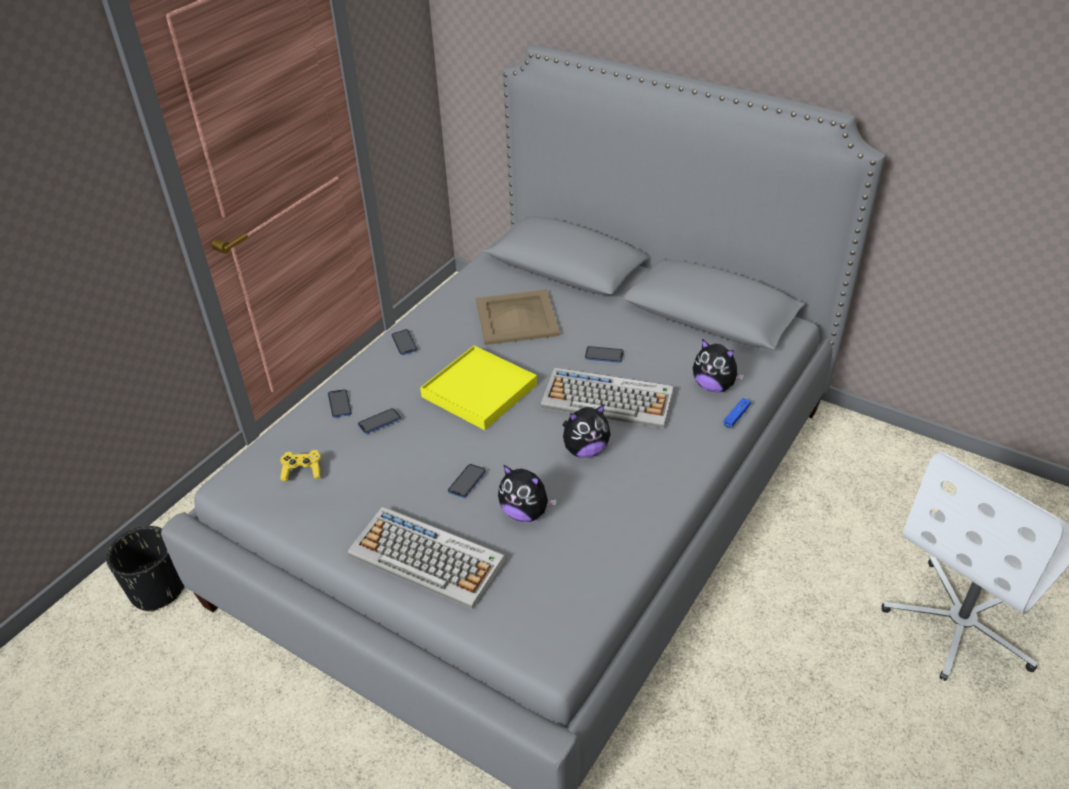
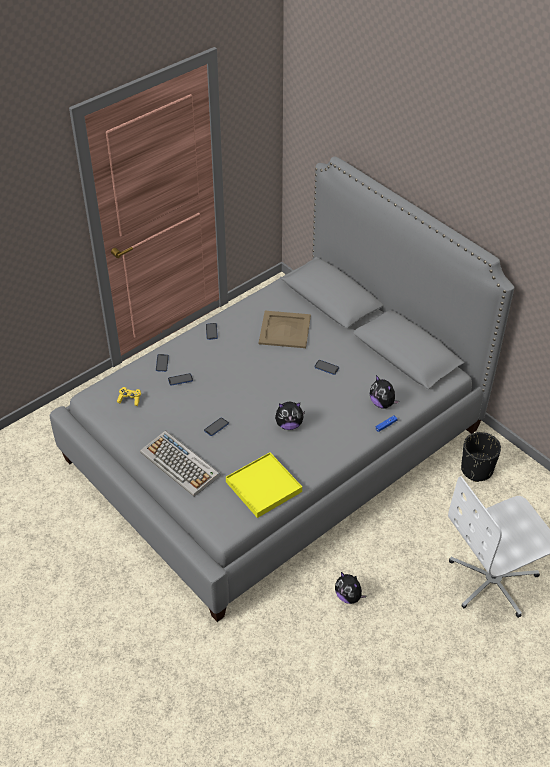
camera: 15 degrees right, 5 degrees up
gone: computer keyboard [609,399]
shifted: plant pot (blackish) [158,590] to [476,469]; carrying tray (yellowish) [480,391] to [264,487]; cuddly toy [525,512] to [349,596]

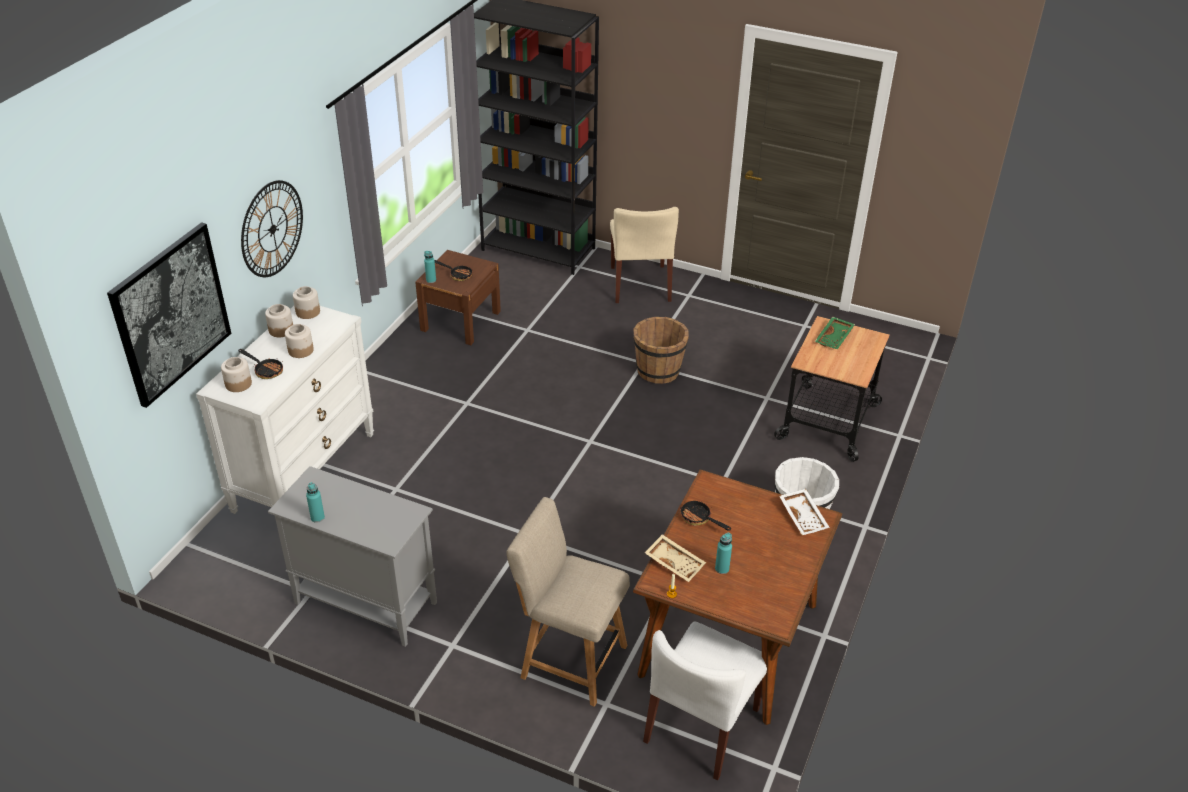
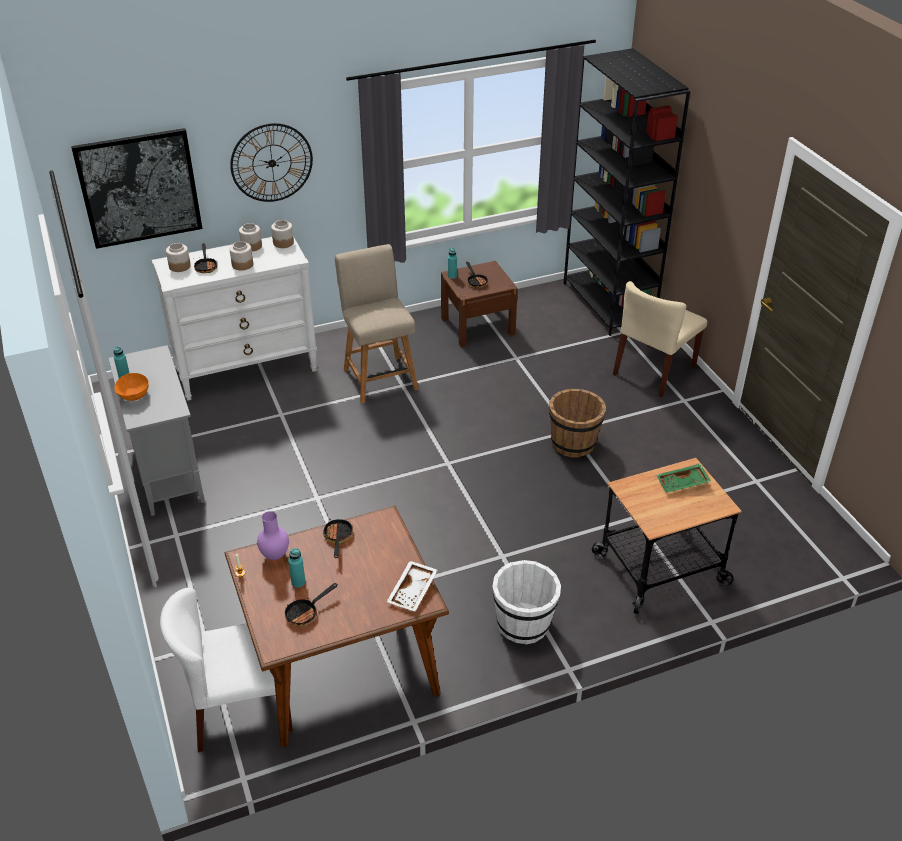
camera: 45 degrees right, 0 degrees up
new: serving bowl (orange) [133,395]; frying pan [306,613]
shifted: plain chair (beige-coloured) [569,659] to [379,377]
swapped: carrying tray (beige-coloured) [675,562] to decorative vase (purplish) [275,555]

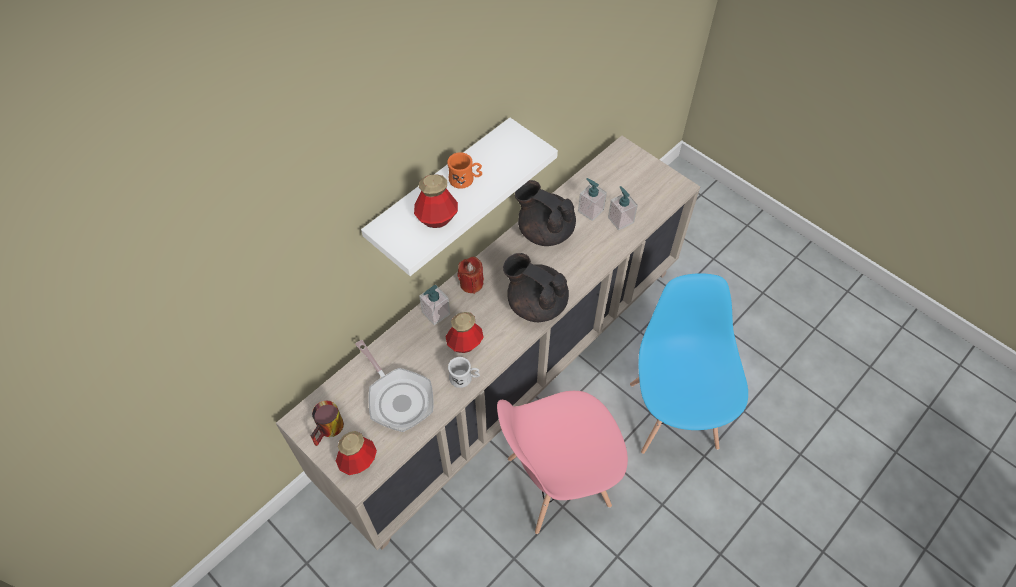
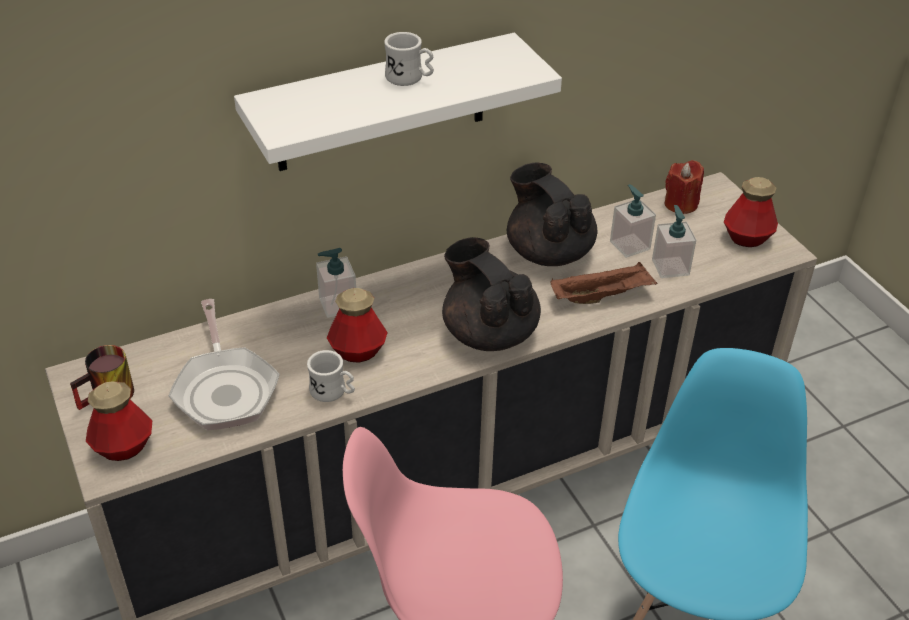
camera: 20 degrees right, 15 degrees down
new: carrying tray (brown-coloured) [602,296]
shifted: drink bottle [437,218] to [747,238]; candle (red-coloured) [471,283] to [680,204]
repainted: tea mug (orange) [465,180] to tea mug (white-coloured) [409,78]

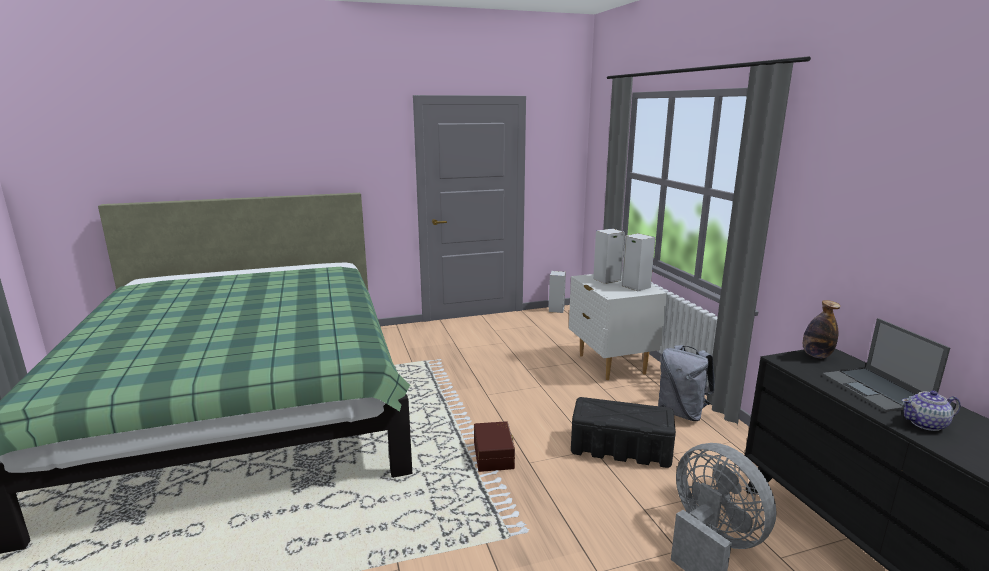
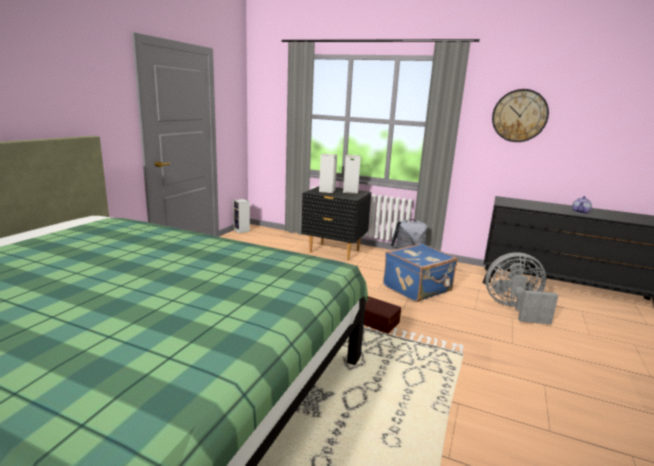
camera: 50 degrees left, 0 degrees up
gone: drink bottle [816,355]; notebook computer [876,390]
new: hanging clock [519,116]
swapped: storage container (blackish) [621,448] to travel case (blue-coloured) [418,289]
repainted: bedside table (white-coloured) [610,364] to bedside table (blackish) [334,251]

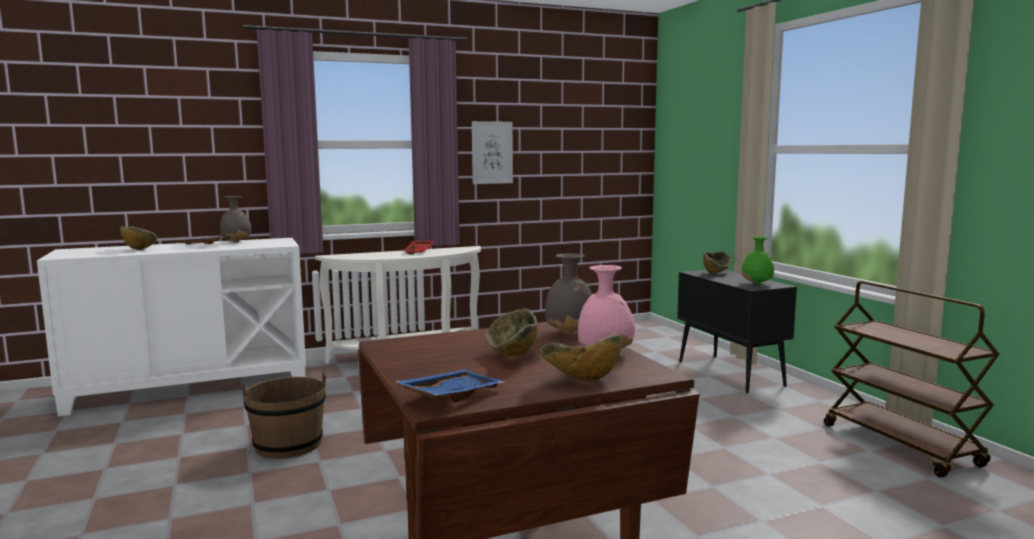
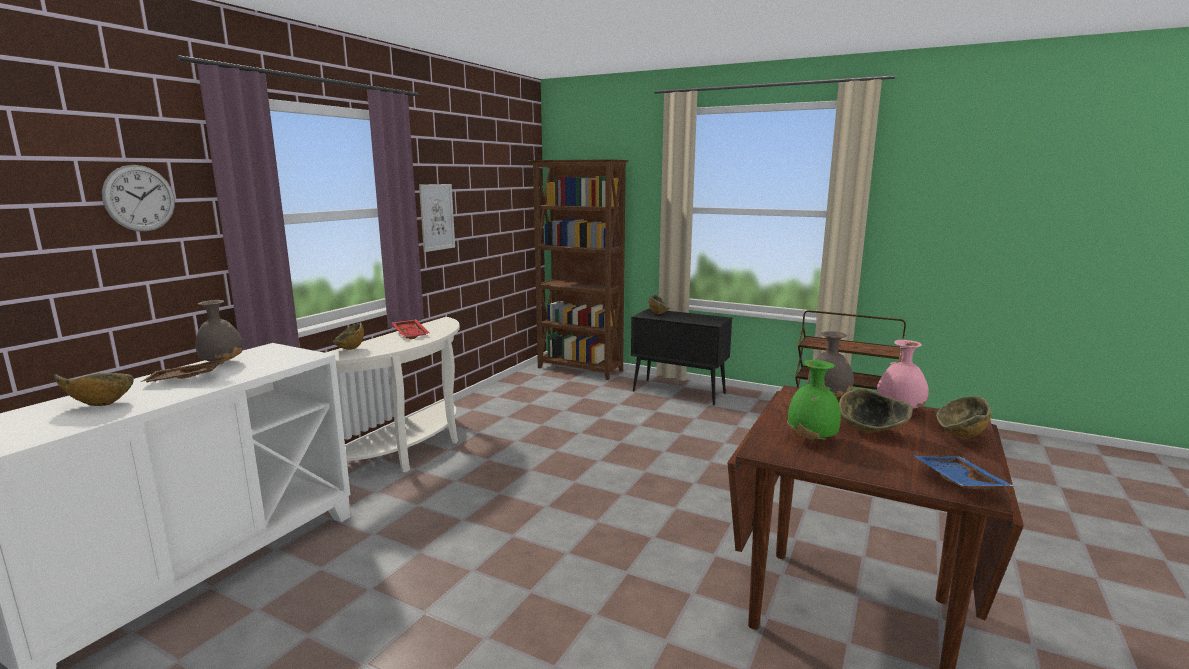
camera: 40 degrees left, 5 degrees up
gone: bucket (brown-coloured) [288,445]
new: hanging clock [139,198]; serving bowl [349,350]; shelving unit (brown-coloured) [580,369]
shifted: decorative vase (green-coloured) [757,284] to [812,439]

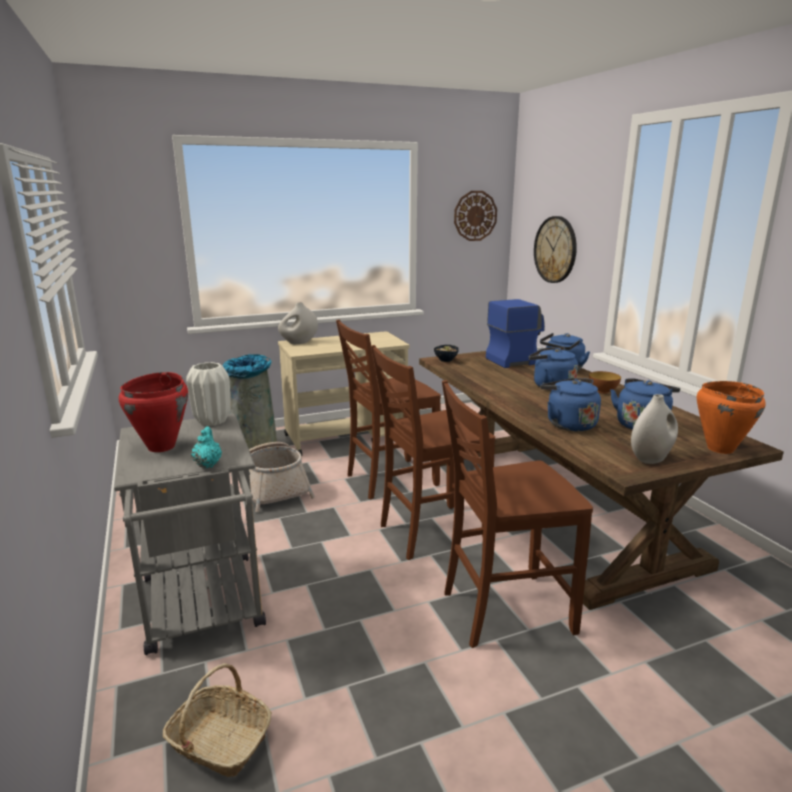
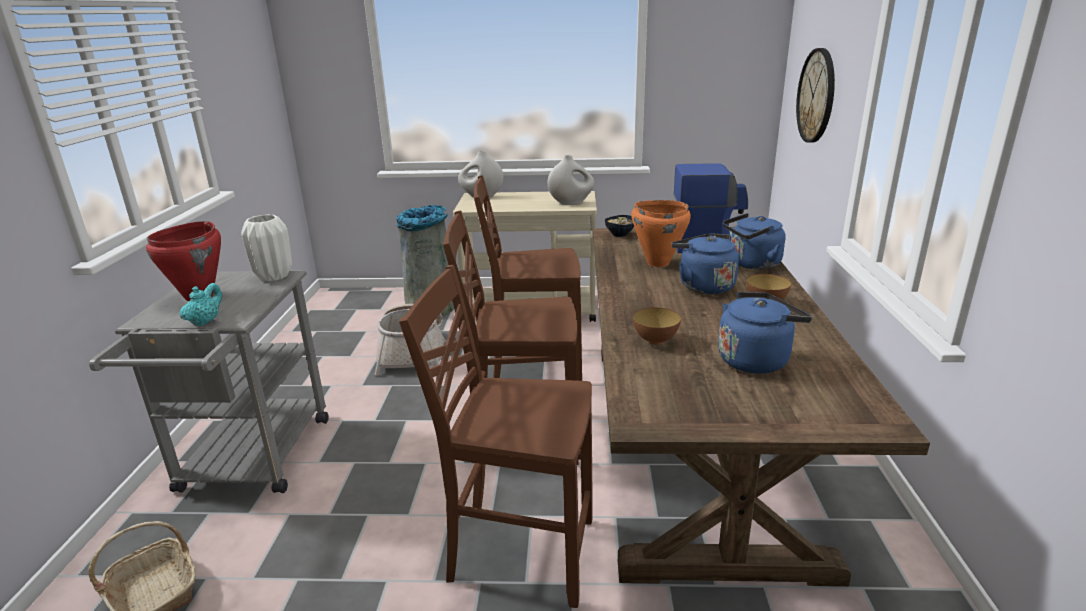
camera: 25 degrees right, 5 degrees up
gone: hanging clock [475,216]
shifted: decorative vase (white-coloured) [650,458] to [571,203]; cooking pot (orange) [719,448] to [657,263]
swapped: tea kettle (blue-coloured) [568,424] to serving bowl [655,341]

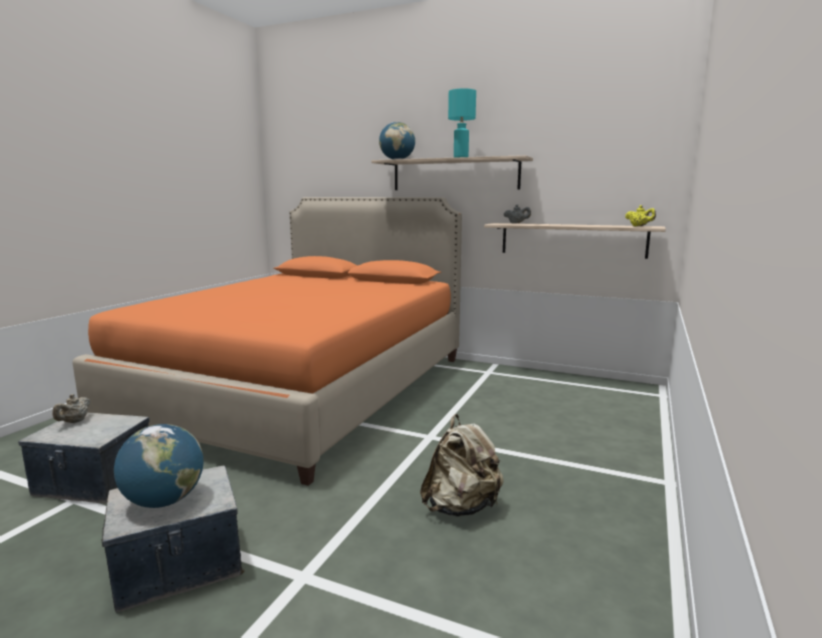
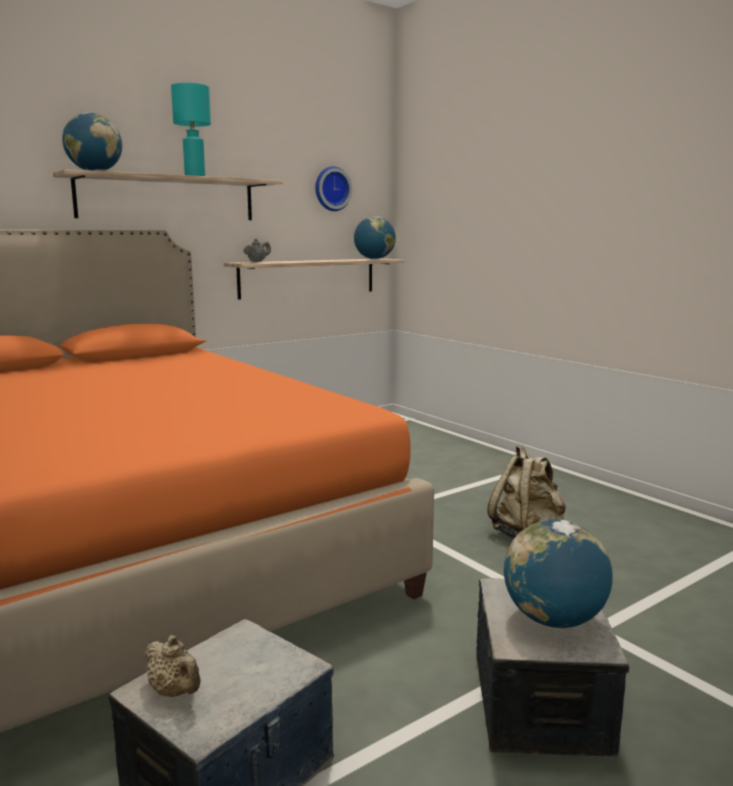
camera: 60 degrees left, 0 degrees up
new: hanging clock [331,189]
swapped: teapot (yellowish) [639,226] to globe [374,259]

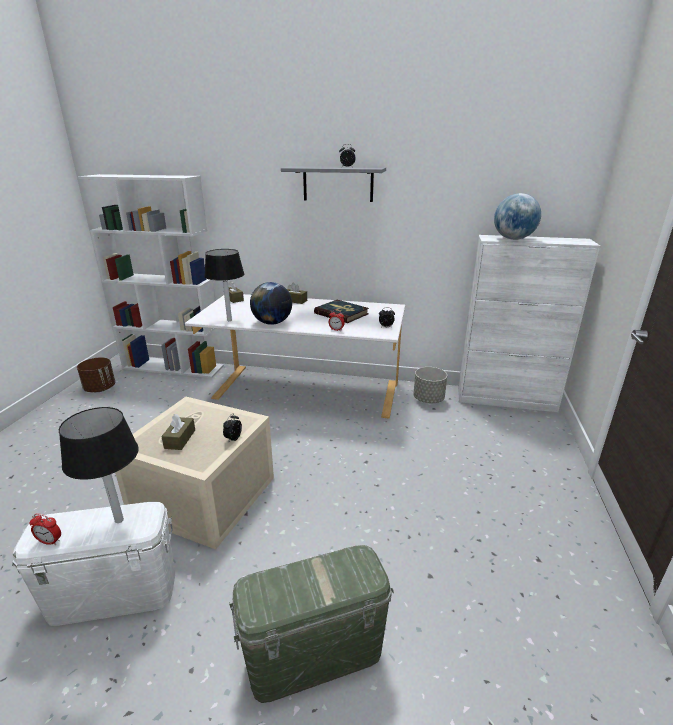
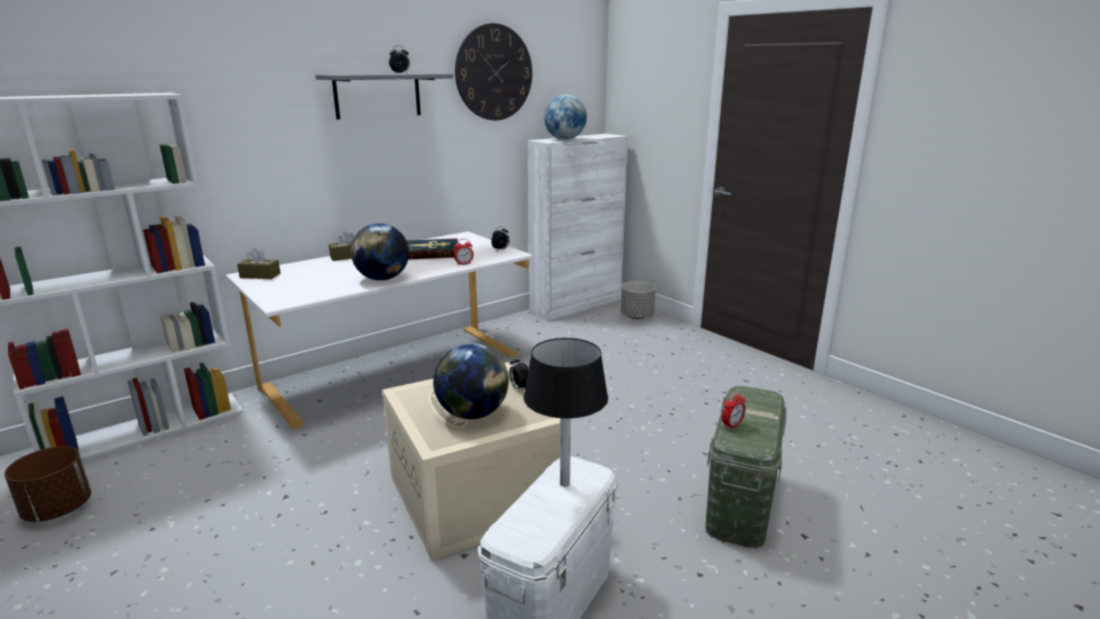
camera: 50 degrees left, 5 degrees down
gone: lamp for a table (blackish) [229,320]
new: hanging clock [494,73]
shifted: alarm clock [50,541] to [732,425]; plant pot (gray) [428,399] to [636,316]
swapped: tissue holder (brown-coloured) [180,439] to globe [473,414]

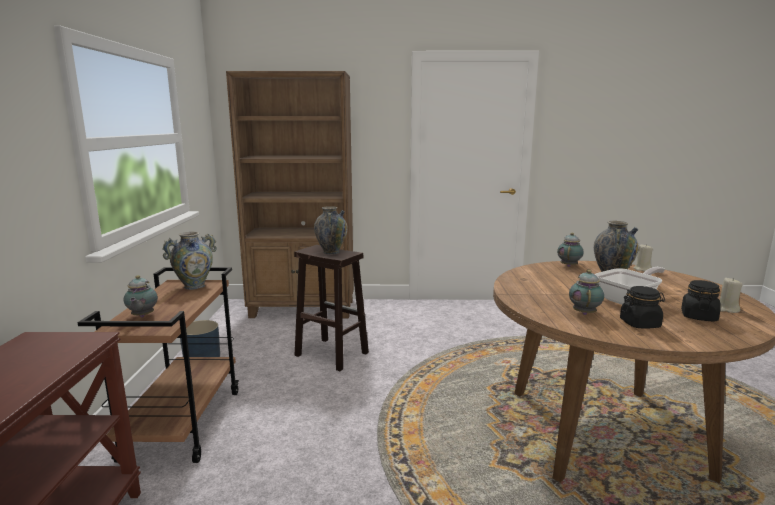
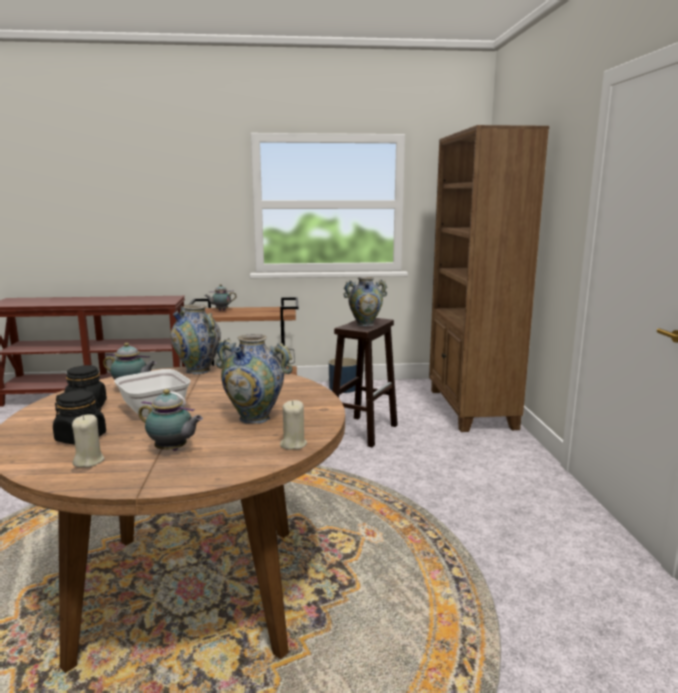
camera: 85 degrees right, 0 degrees up
shifted: decorative vase [194,286] to [198,370]; teapot [569,266] to [172,450]

